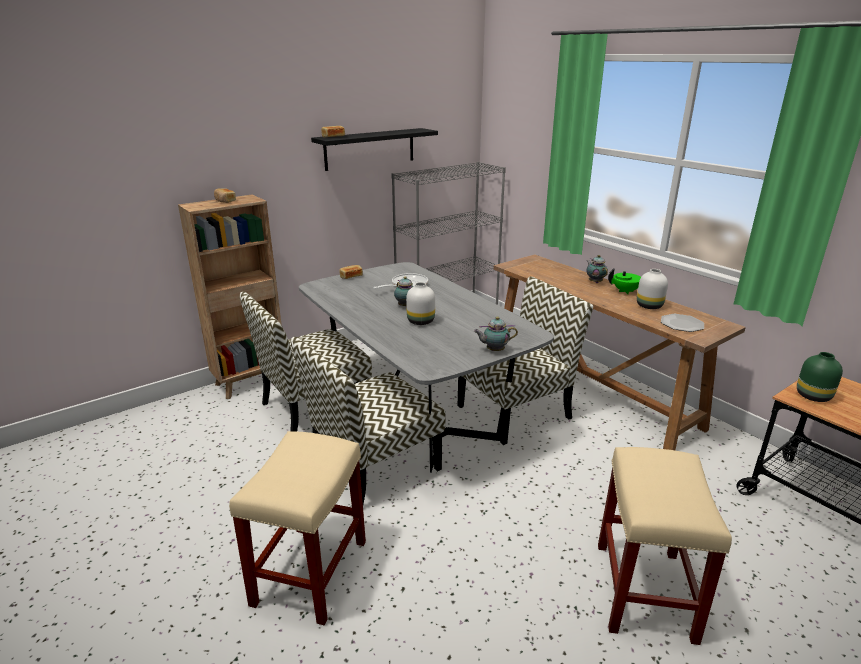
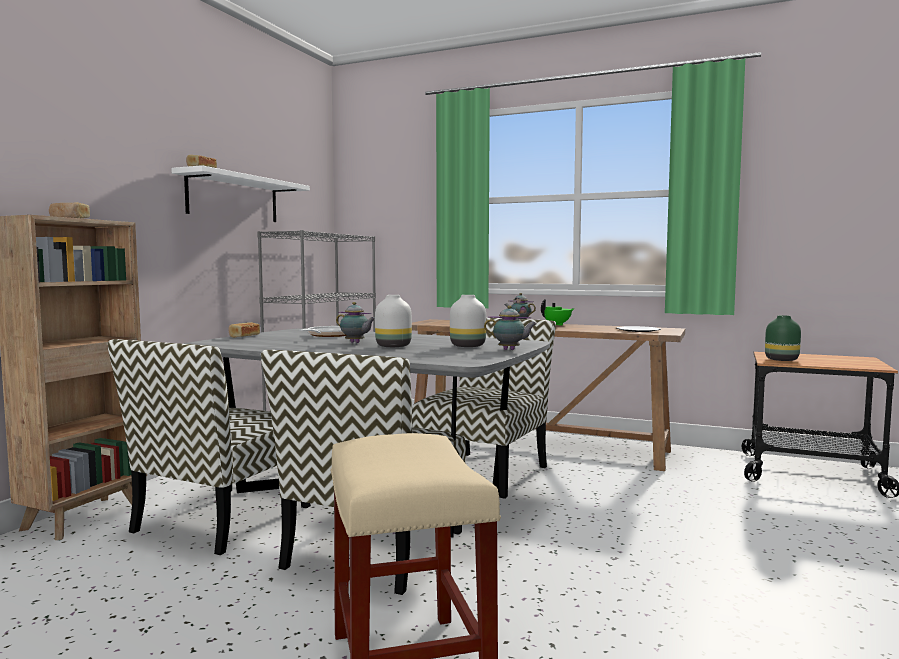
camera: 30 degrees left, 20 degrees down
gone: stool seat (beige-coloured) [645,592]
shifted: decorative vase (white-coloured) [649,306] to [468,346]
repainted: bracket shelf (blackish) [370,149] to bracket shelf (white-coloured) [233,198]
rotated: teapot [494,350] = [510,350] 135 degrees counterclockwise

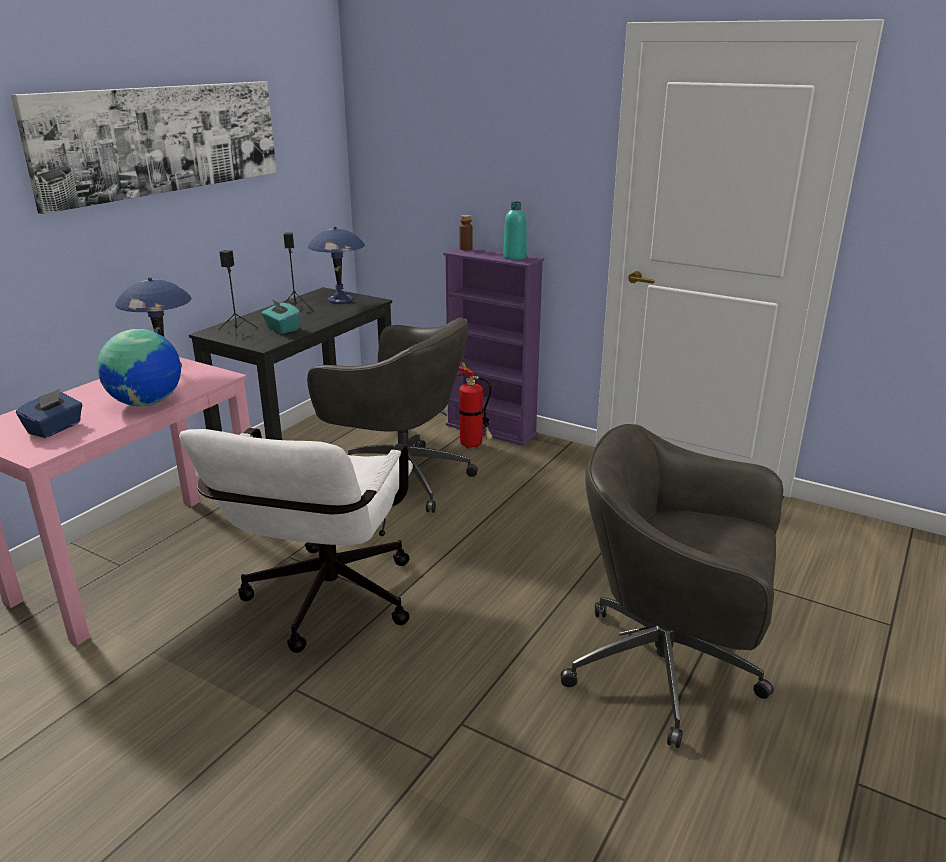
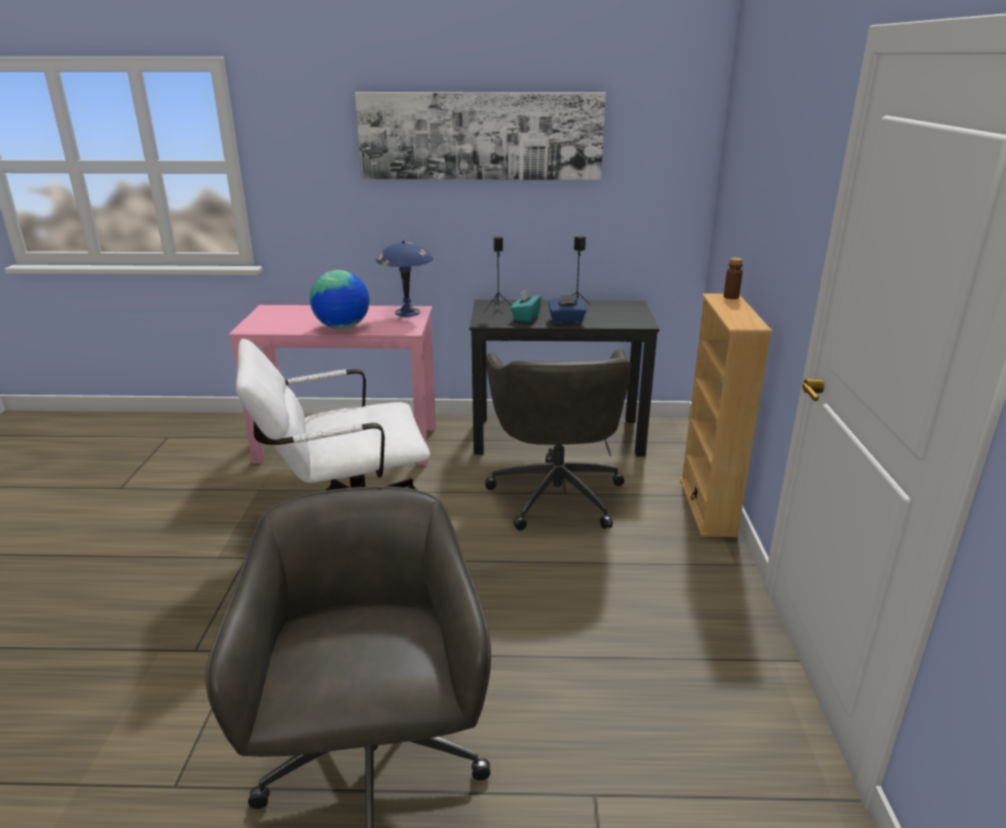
camera: 60 degrees right, 0 degrees up
gone: lamp for a table (blue-coloured) [340,299]; extinguisher [473,446]; drink bottle (blue-green) [514,257]
shifted: tissue holder (blue-coloured) [55,428] to [566,321]
repainted: shelving unit (purplish) [491,429] to shelving unit (beige-coloured) [707,507]

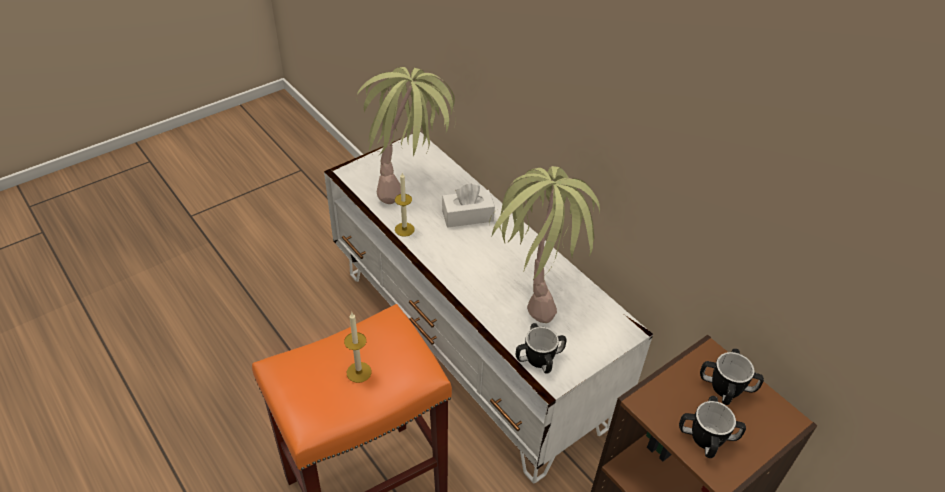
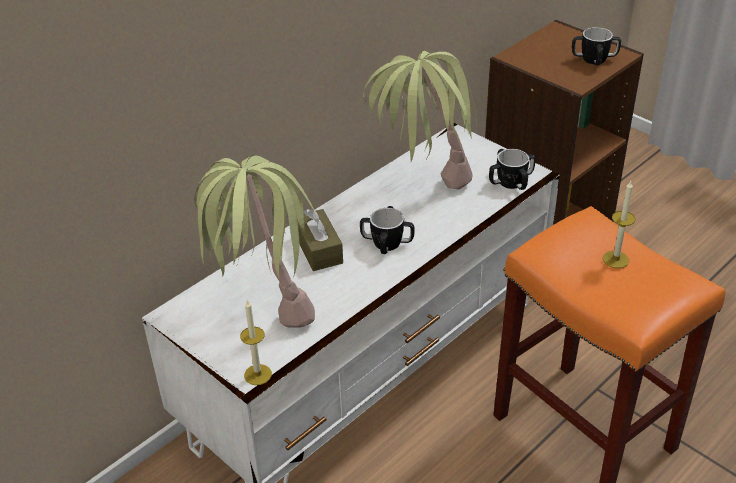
camera: 95 degrees left, 5 degrees down
shifted: candle [404,229] to [257,374]; tea mug [725,388] to [387,243]
repainted: tissue holder (white-coloured) [467,216] to tissue holder (brown-coloured) [318,249]

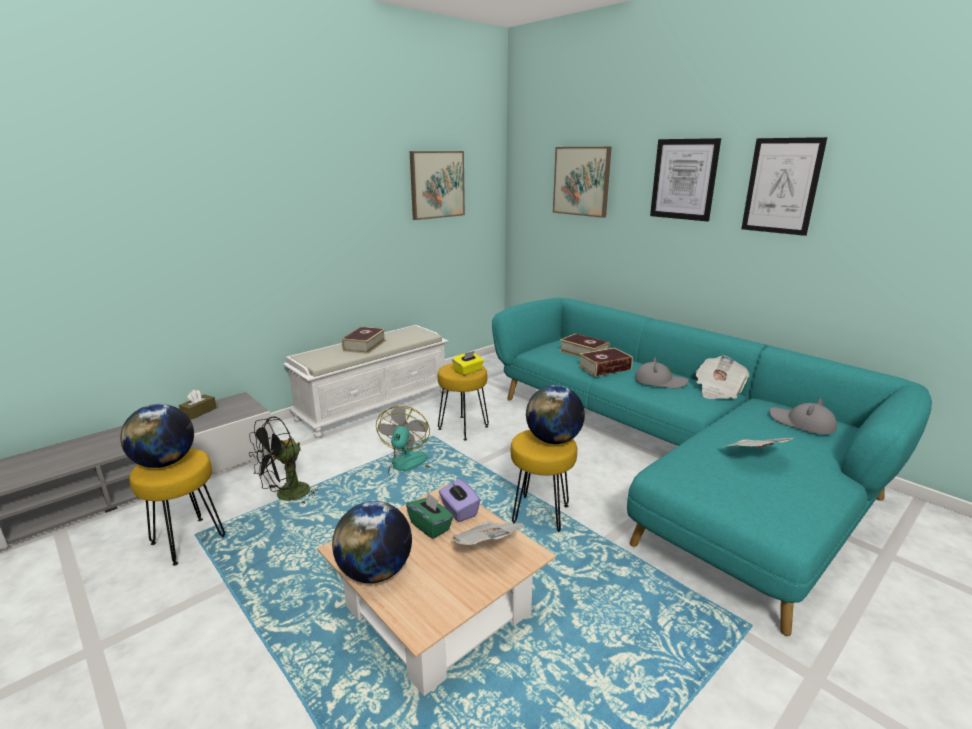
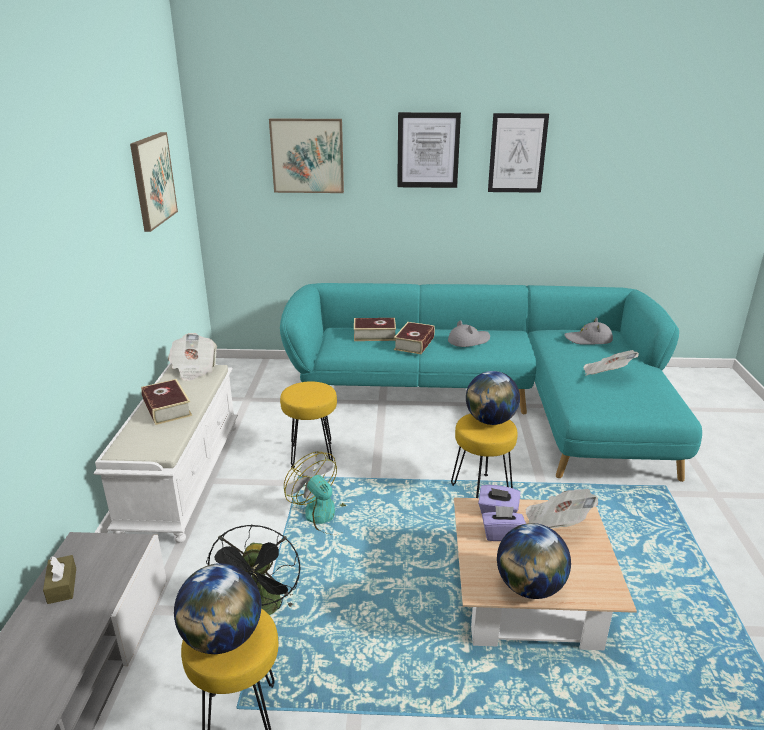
camera: 45 degrees left, 5 degrees up
gone: tissue holder (yellowish) [468,371]
shifted: printed paper [718,391] to [194,369]
repainted: tissue holder (green-coloured) [430,526] to tissue holder (purplish) [502,534]

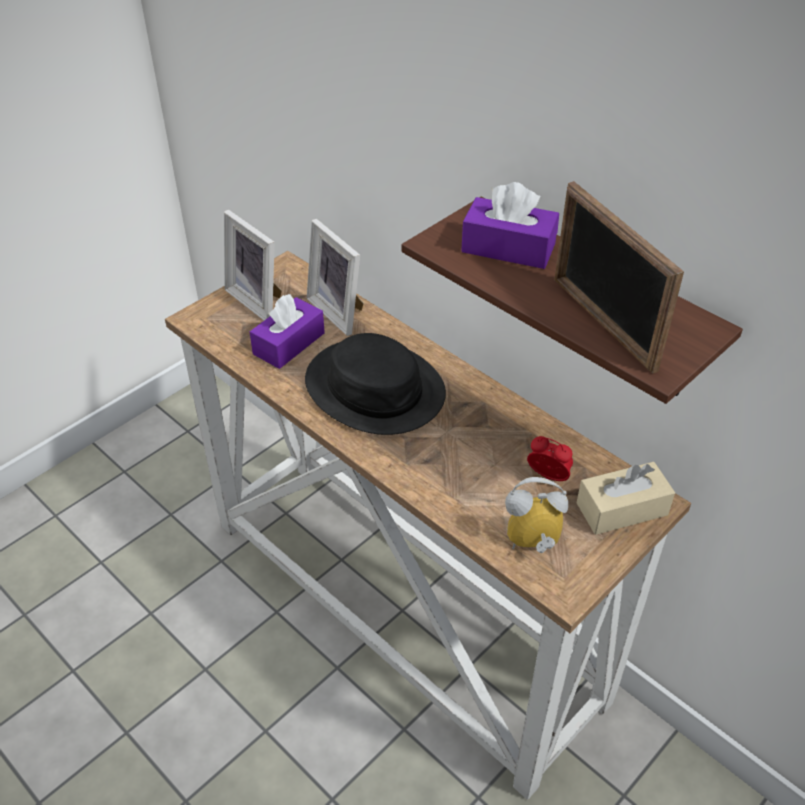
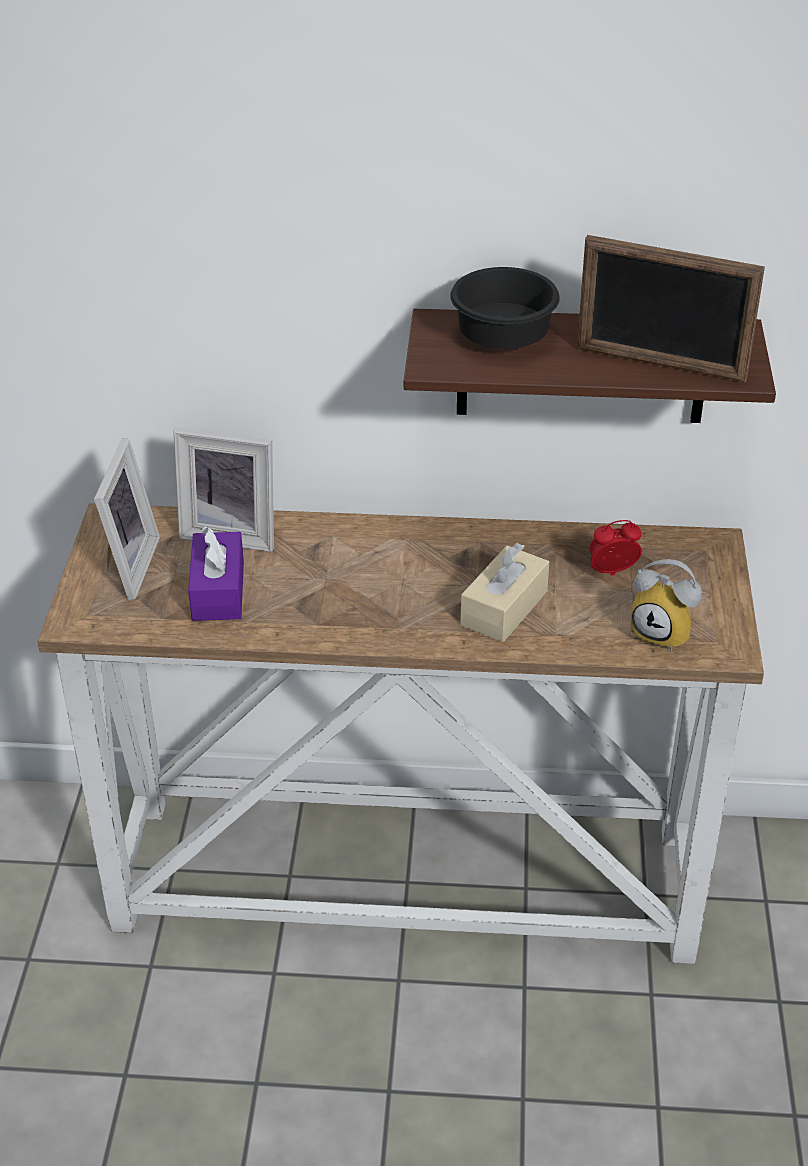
camera: 40 degrees left, 5 degrees down
gone: clothing hat (blackish) [375,388]
shifted: tissue holder (beige-coloured) [622,509] to [504,608]
swapped: tissue holder (purplish) [508,248] to serving bowl (blackish) [503,340]
rotated: photo frame [259,300] = [125,566] 90 degrees counterclockwise; alarm clock [532,546] = [664,633] 105 degrees counterclockwise

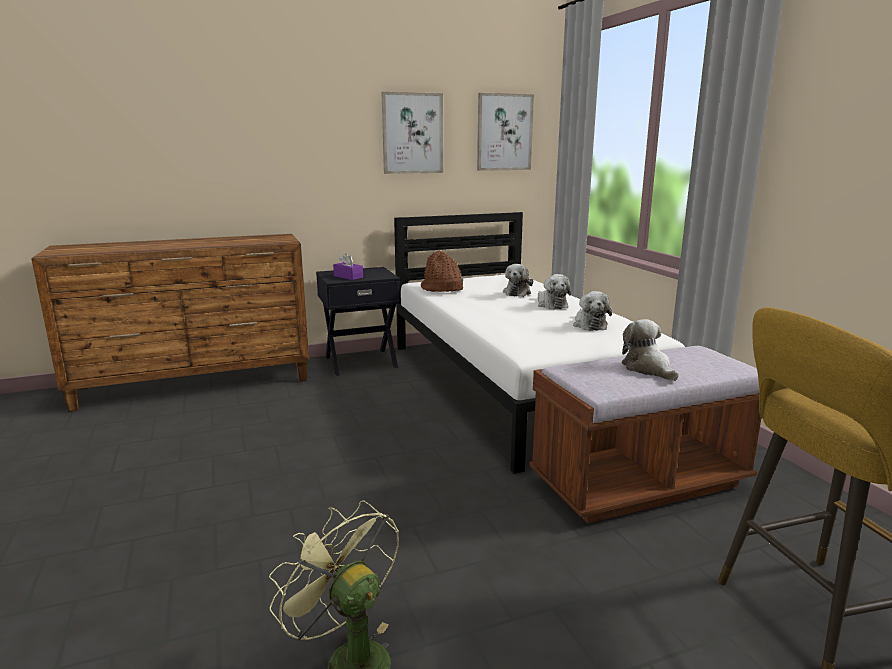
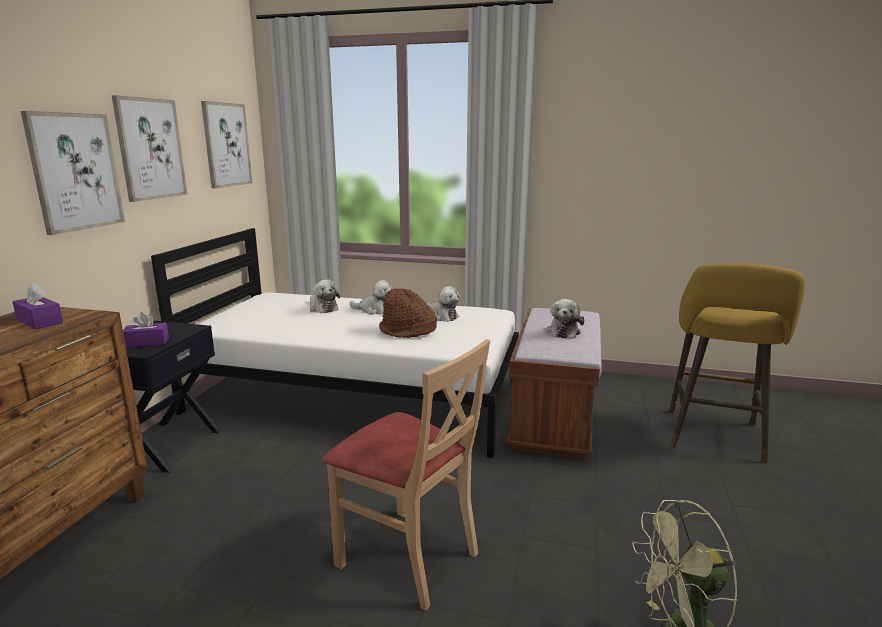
camera: 55 degrees left, 0 degrees up
new: tissue holder (purplish) [39,321]; wall art [75,172]; plain chair (beige-coloured) [408,557]
shifted: clothing hat (brown-coloured) [441,289] to [407,331]
rotated: cuddly toy [648,369] = [563,331] 90 degrees counterclockwise

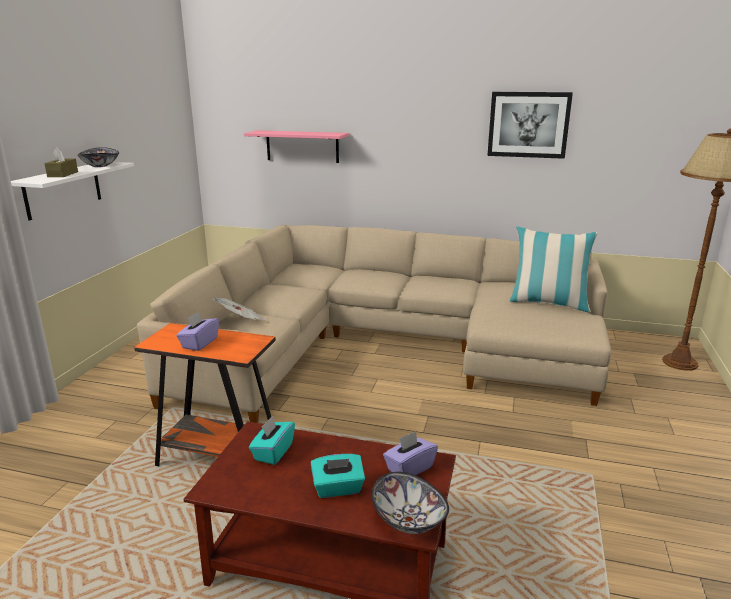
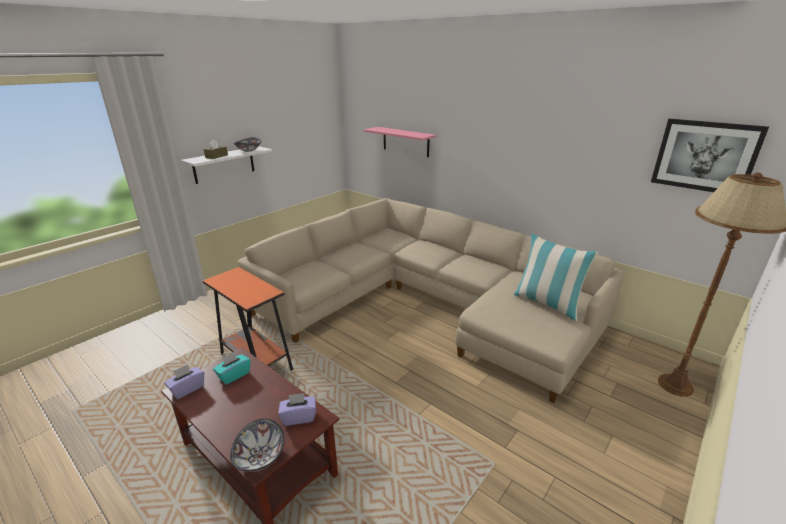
camera: 25 degrees right, 5 degrees up
gone: printed paper [241,321]; tissue holder (blue-green) [338,488]
shifted: tissue holder (purplish) [199,343] to [187,389]; wall art [528,124] to [705,156]

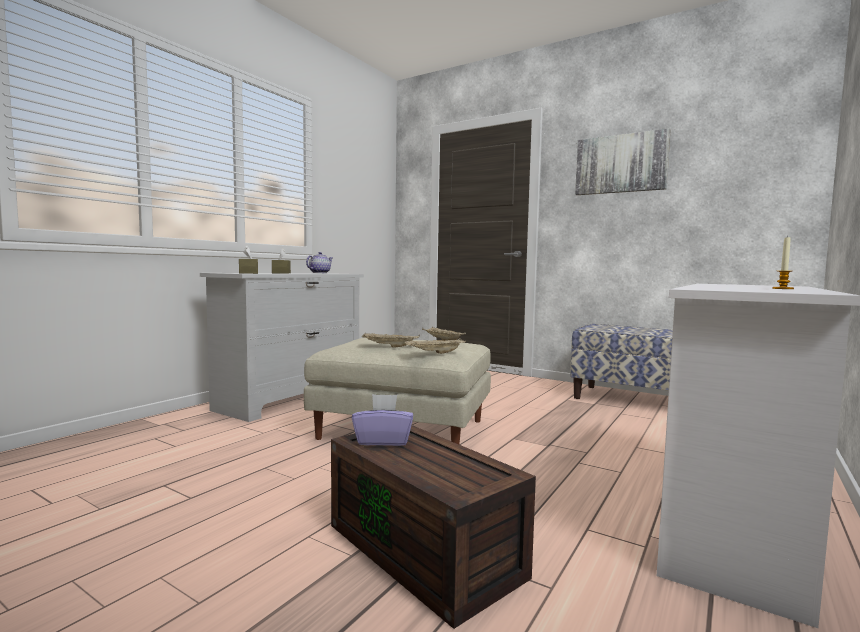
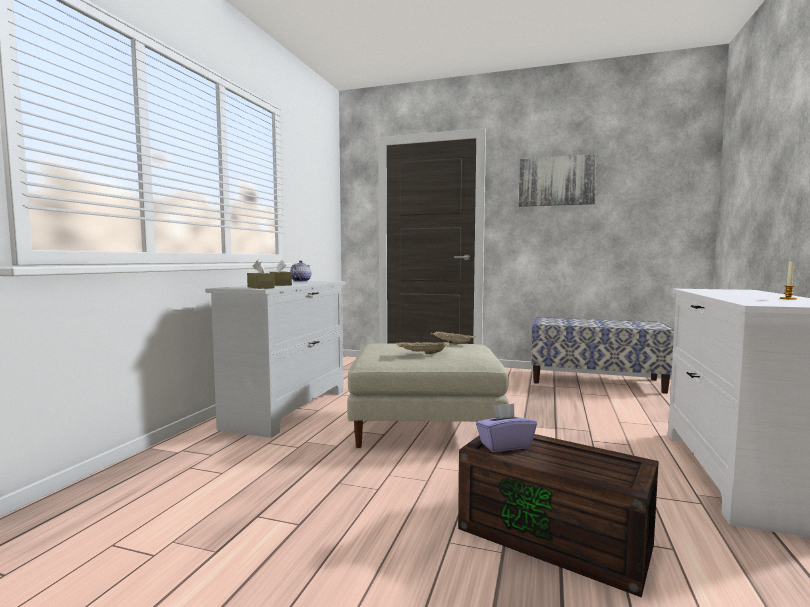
camera: 15 degrees left, 0 degrees up
gone: carrying tray (beige-coloured) [435,353]

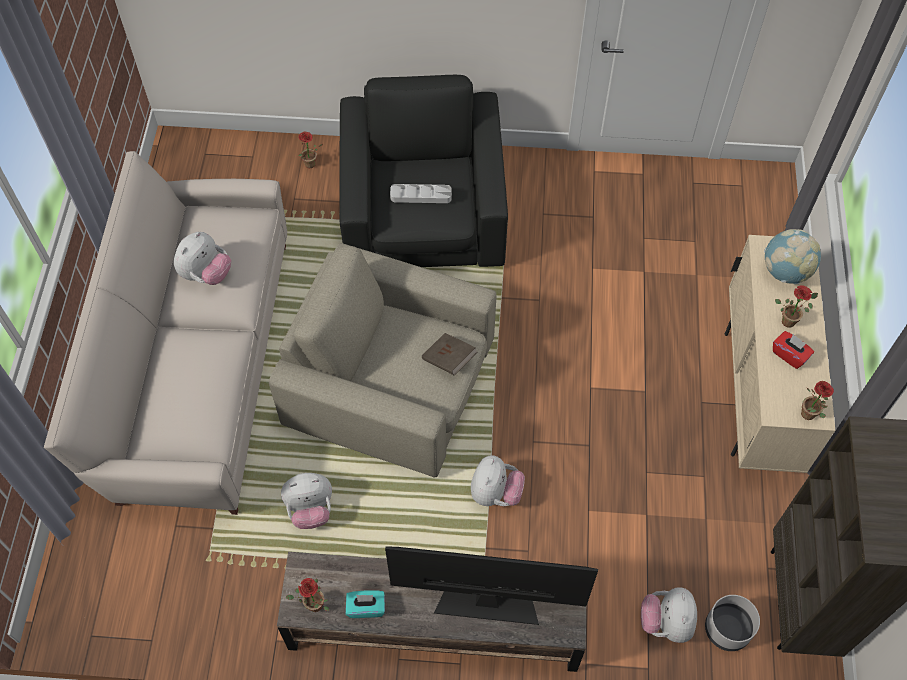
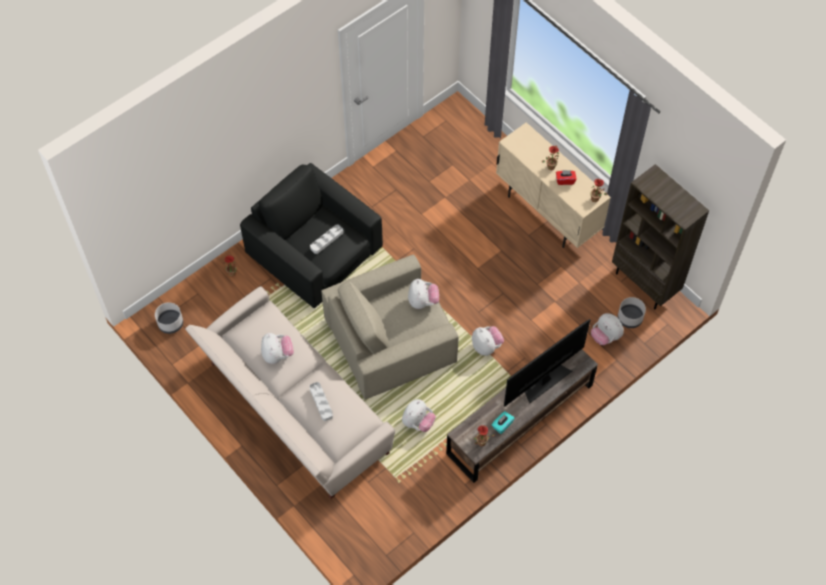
camera: 45 degrees left, 0 degrees up
gone: globe [785,271]
new: plant pot (gray) [170,323]; carrying tray (gray) [321,402]
swapped: book (brown-coloured) [449,360] to cuddly toy [423,301]

